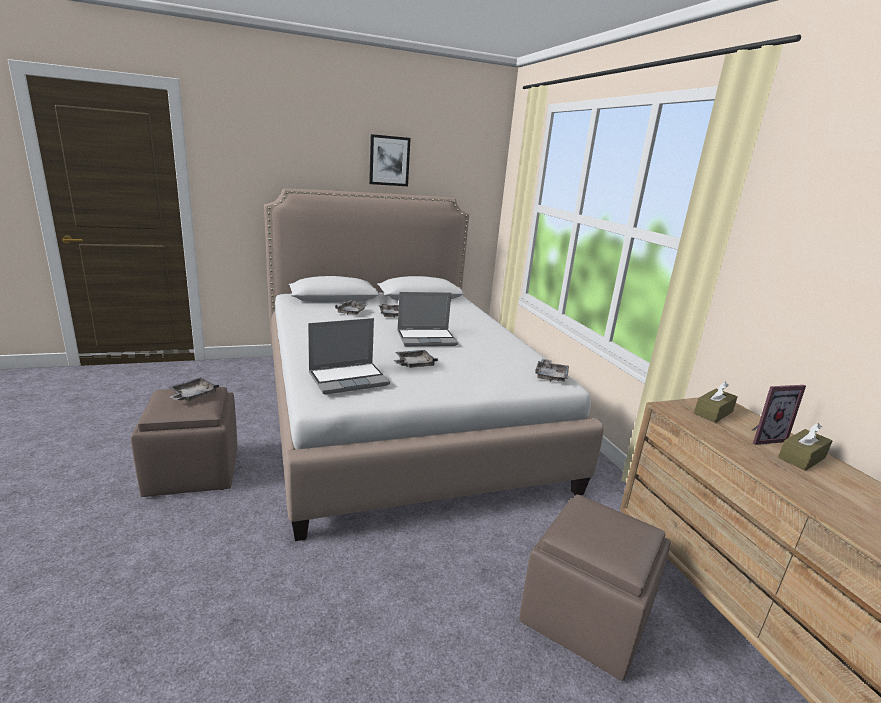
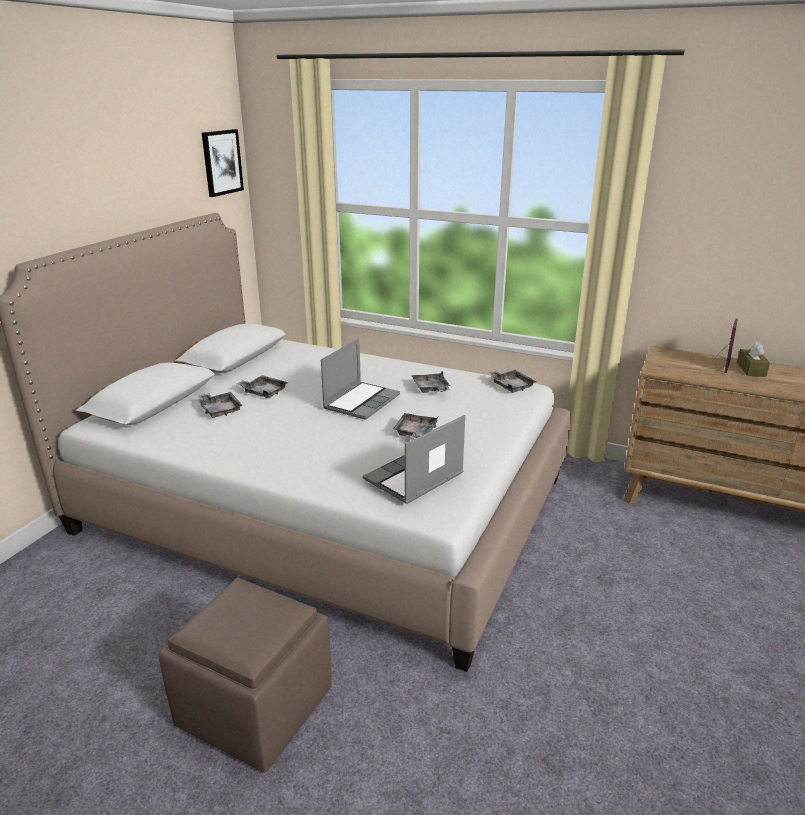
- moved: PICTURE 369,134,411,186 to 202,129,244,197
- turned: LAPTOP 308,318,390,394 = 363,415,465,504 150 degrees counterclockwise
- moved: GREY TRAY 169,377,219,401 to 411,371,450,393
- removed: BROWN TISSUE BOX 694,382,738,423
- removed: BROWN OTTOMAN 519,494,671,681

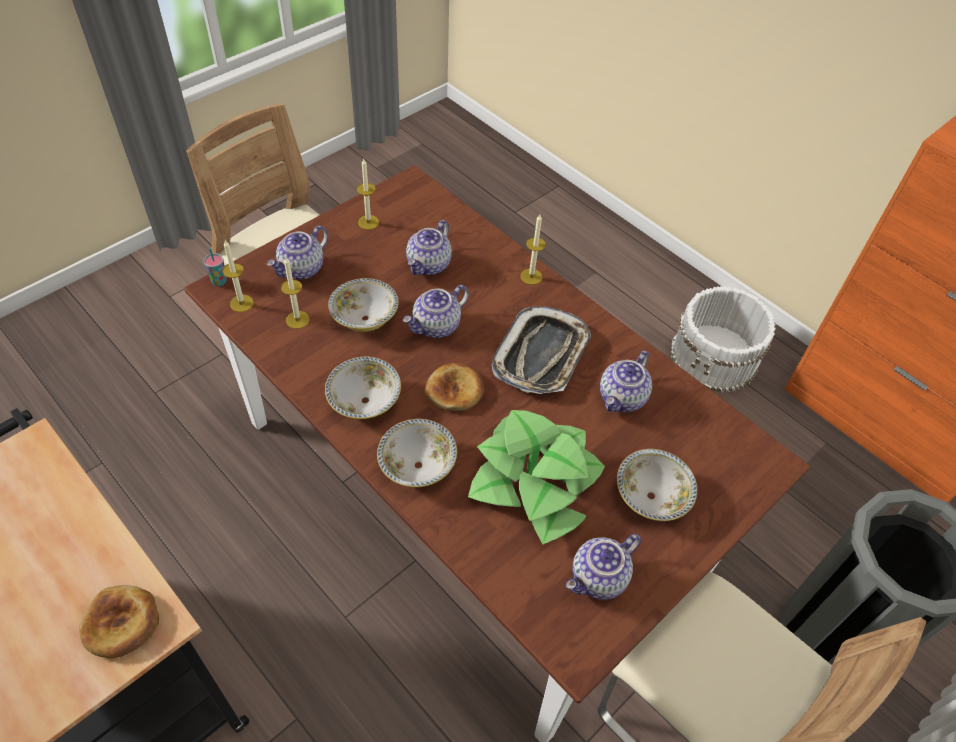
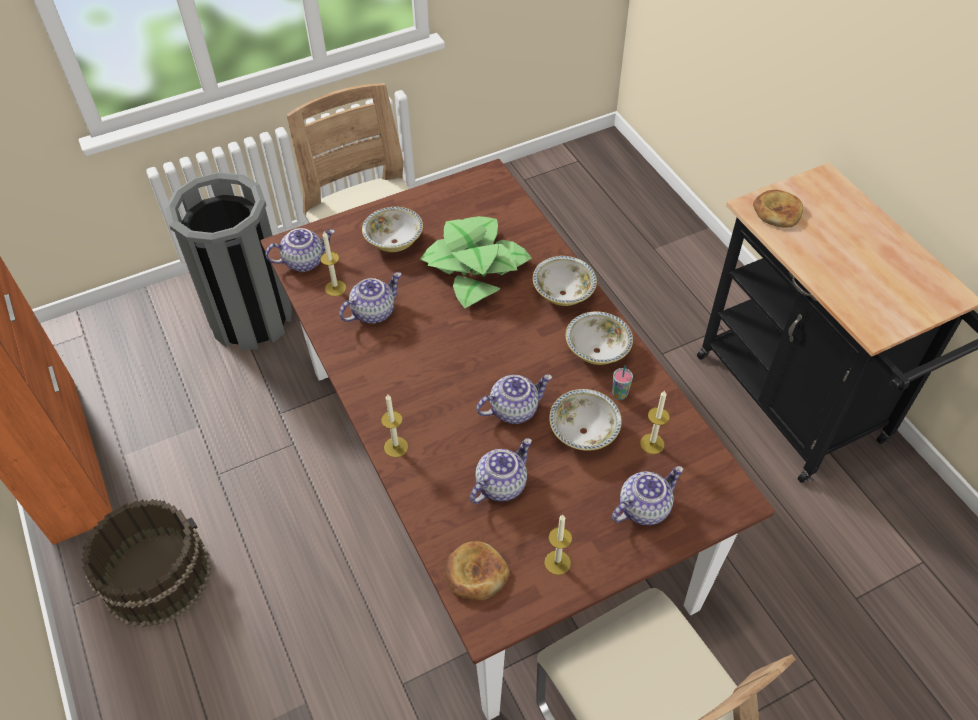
- moved: CANDLE 223,240,254,312 to 320,231,346,296
- moved: CUP 204,248,227,286 to 612,365,633,400
- recoloured: WHITE BUCKET 670,286,776,393 to BROWN BUCKET 81,499,211,628
- removed: TRAY 492,306,591,394
- moved: BREAD 424,363,484,411 to 445,541,510,601
- moved: TEAPOT 566,534,641,600 to 266,228,335,272

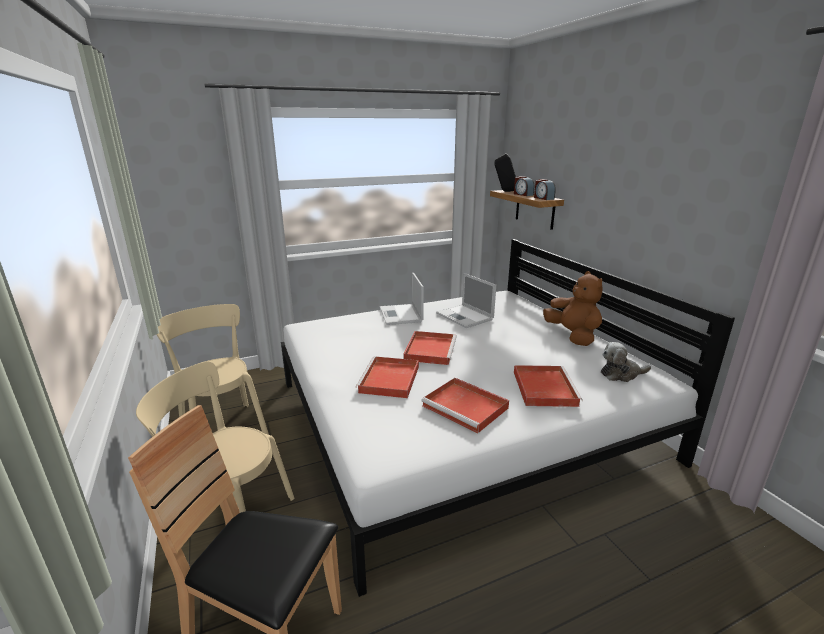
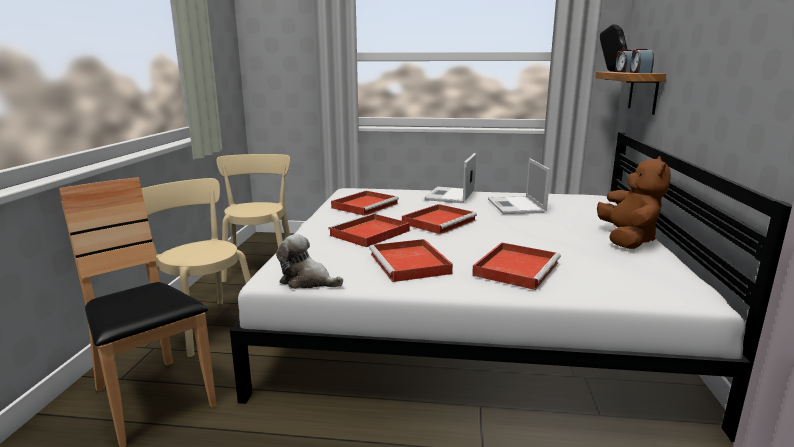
- moved: PLUSH TOY 601,342,651,382 to 276,234,343,289
- added: RED TRAY 331,191,399,216

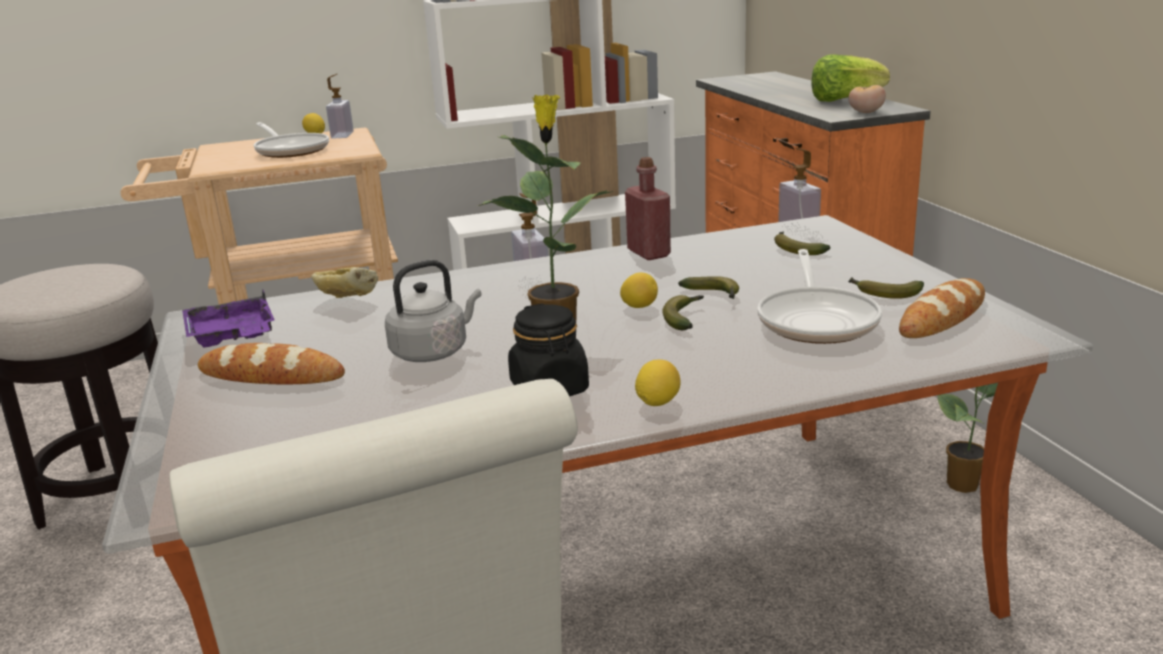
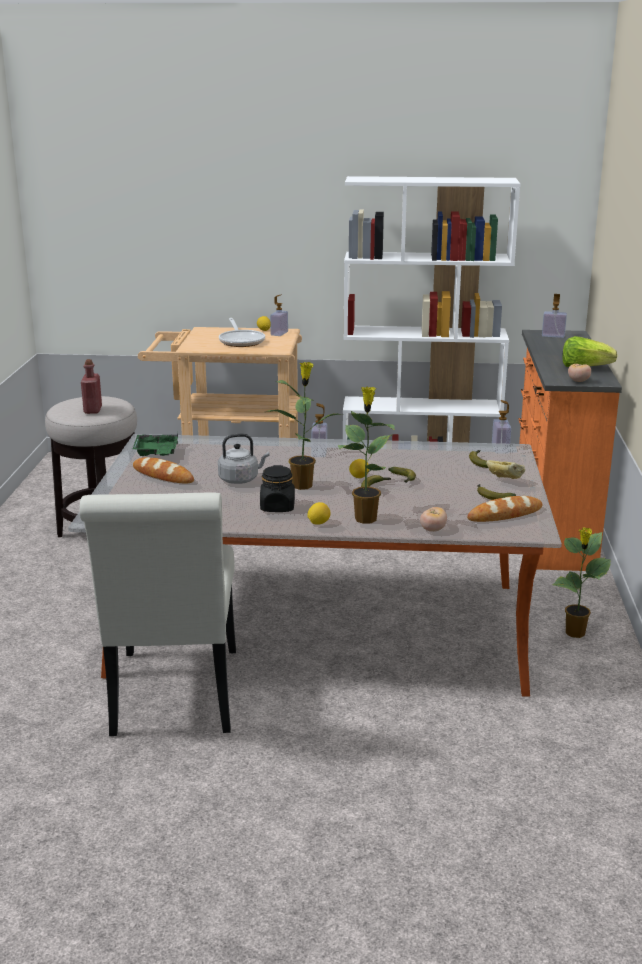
- moved: RED BOTTLE 625,157,671,260 to 81,359,102,414
- removed: FRYING PAN 757,249,882,344
- moved: BREAD 311,267,378,298 to 486,460,525,479
- recoloured: PURPLE TRAY 182,289,275,347 to GREEN TRAY 133,432,178,456
- added: SOAP DISPENSER 542,294,567,338
- added: POTTED PLANT 338,386,395,524
- added: TOMATO 420,507,447,532

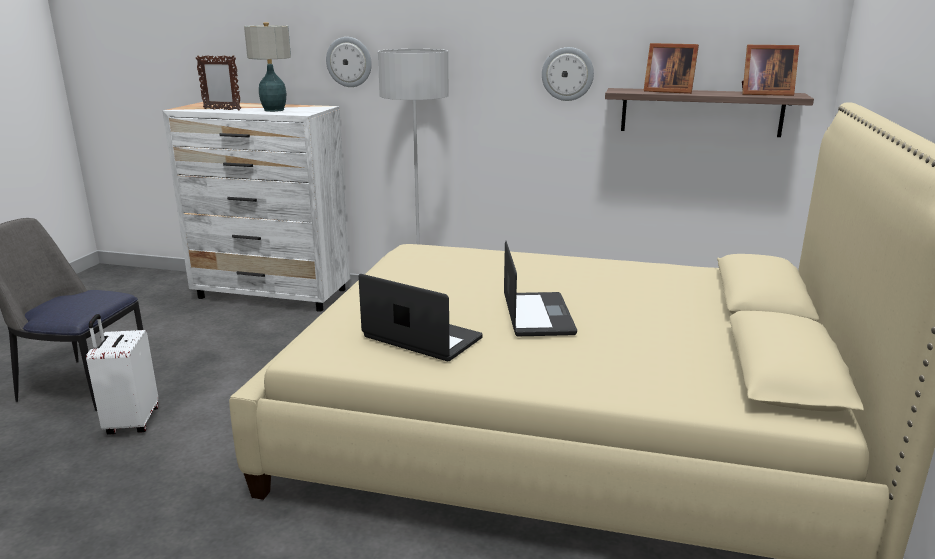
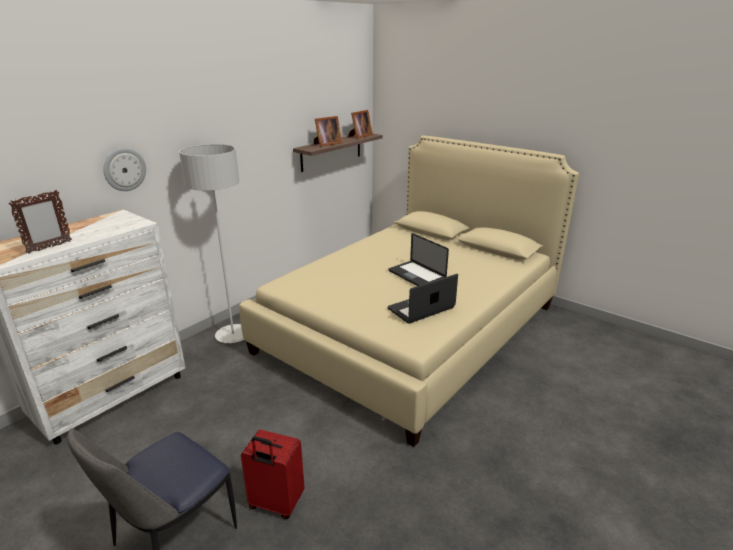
- removed: TABLE LAMP 244,23,291,112
- removed: WALL CLOCK 542,47,594,101
- turned: LAPTOP 504,241,577,336 = 388,233,449,286 150 degrees counterclockwise
- recoloured: WHITE SUITCASE 86,314,158,435 to RED SUITCASE 241,430,304,519

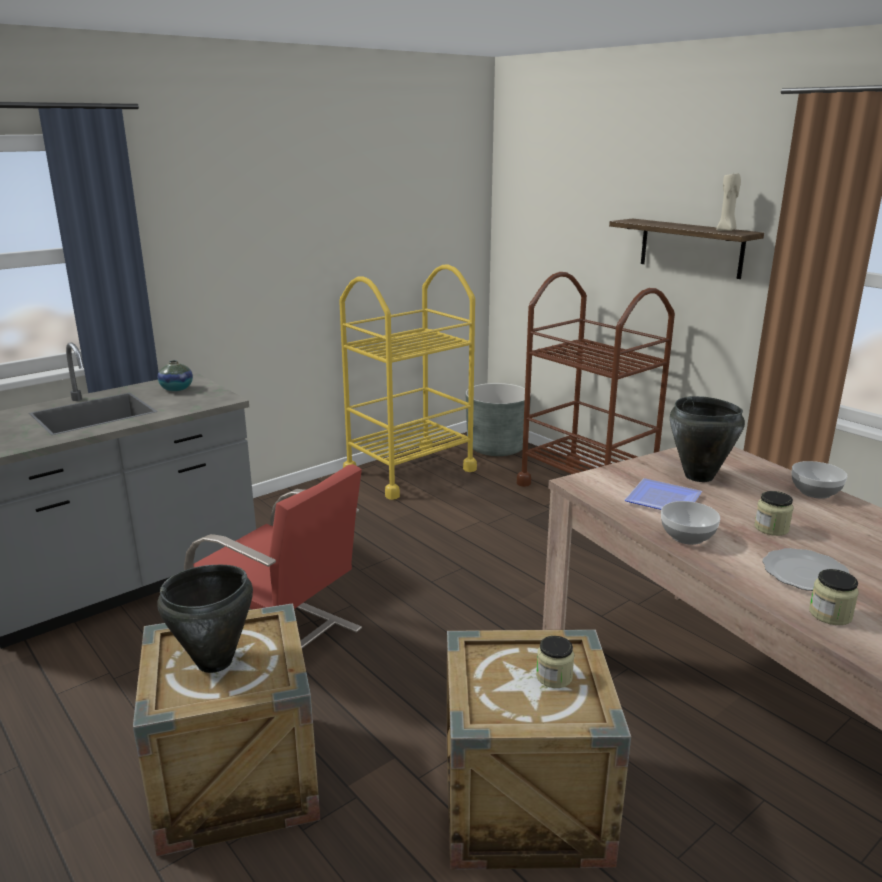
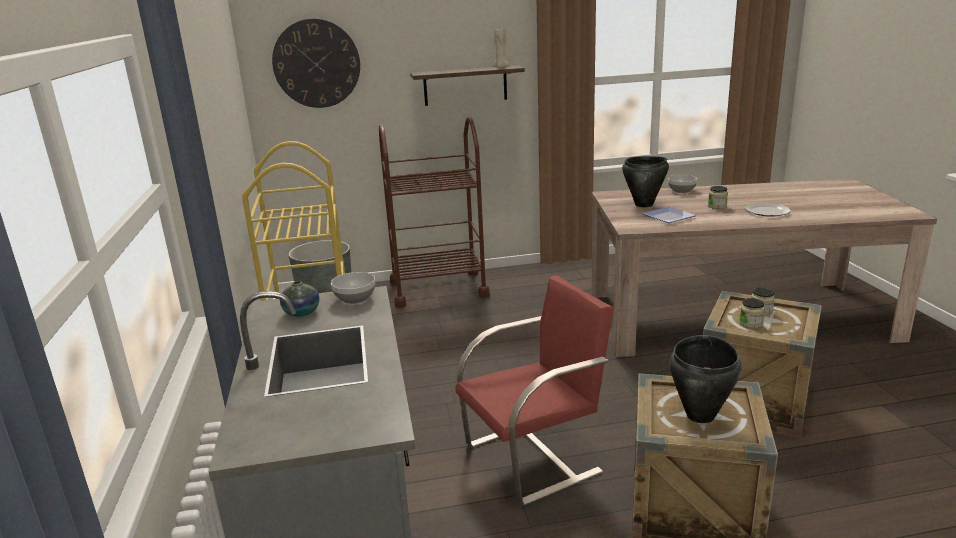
- moved: BOWL 661,501,720,545 to 331,272,375,304
- moved: JAR 809,569,859,625 to 739,298,765,328
- added: WALL CLOCK 272,19,360,108

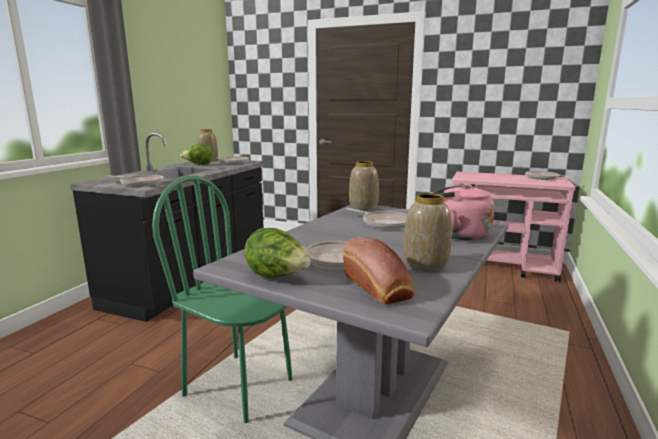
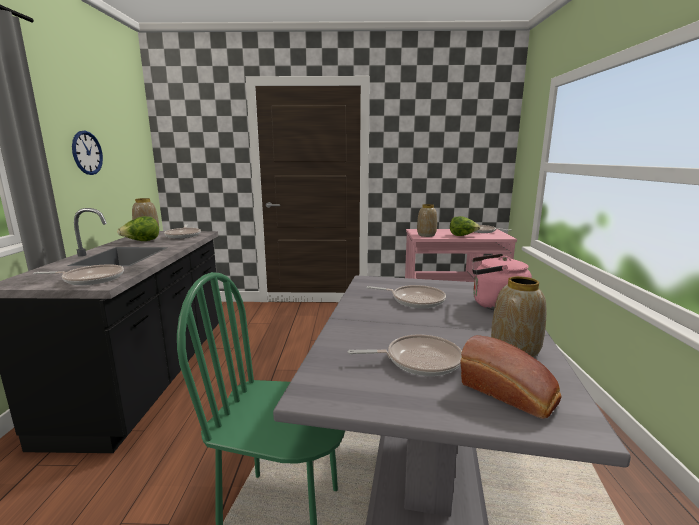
- moved: VASE 349,161,379,211 to 417,204,437,237
- moved: LETTUCE 244,228,311,278 to 450,216,480,236
- added: WALL CLOCK 72,131,103,175

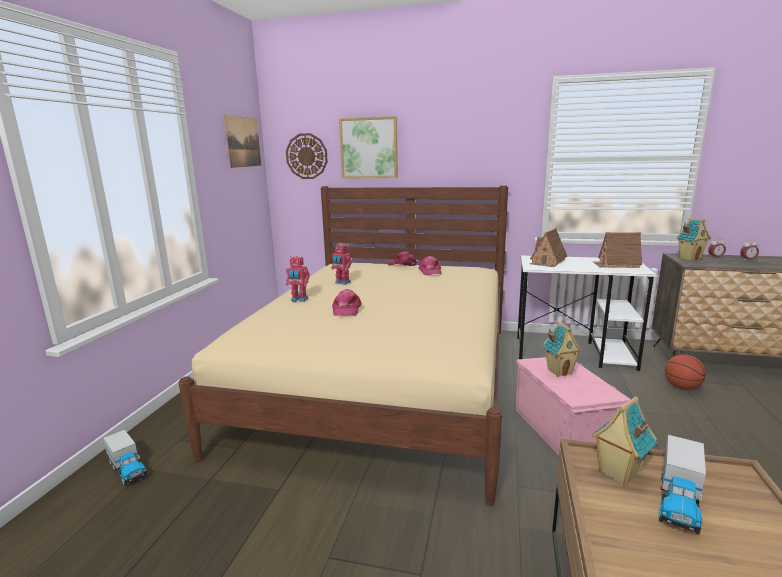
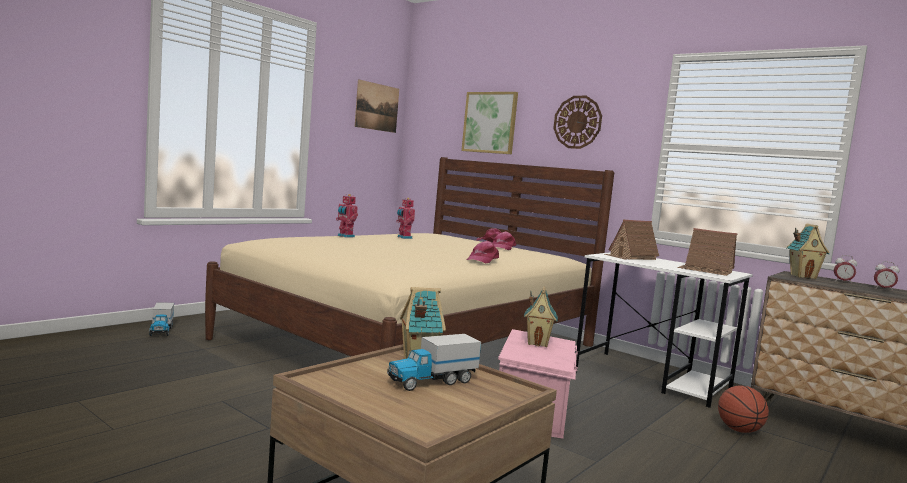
- moved: WALL CLOCK 286,133,328,179 to 553,96,602,149
- moved: PINK CAP 332,289,362,316 to 467,241,499,263

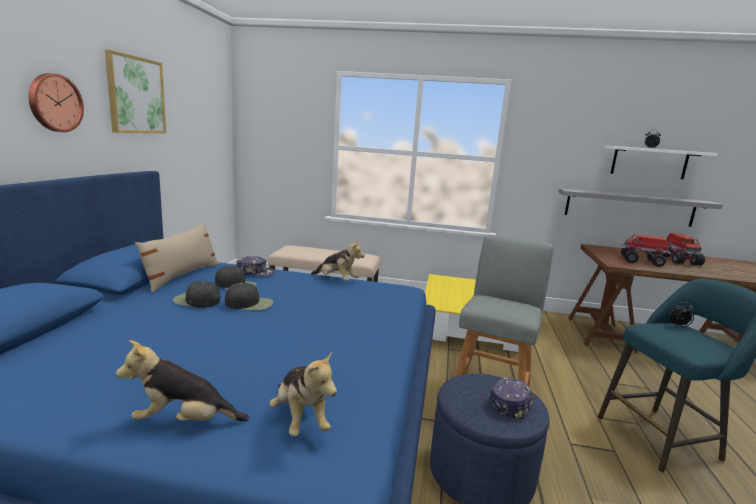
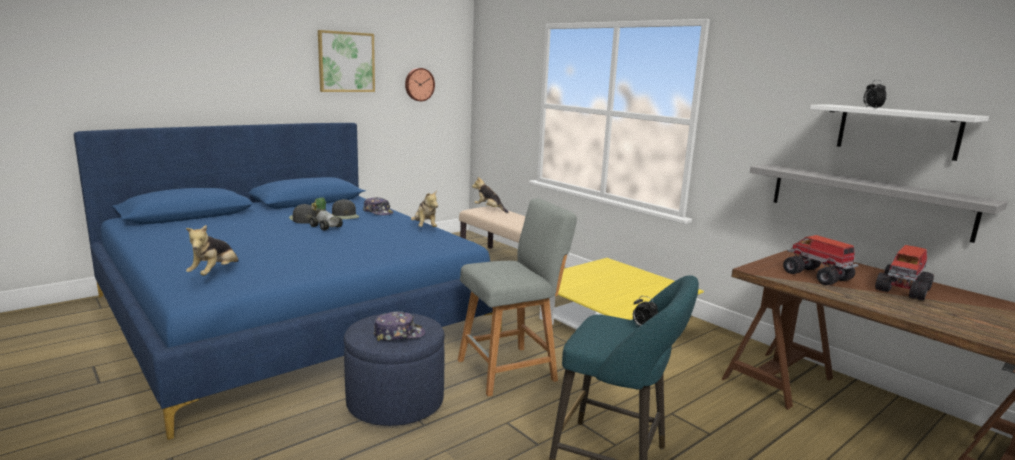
- moved: WALL CLOCK 28,73,84,132 to 405,68,435,101
- removed: BEIGE PILLOW 135,223,219,293
- replaced: BLACK CAP 225,283,273,310 to TOY CAR 309,198,343,230
- moved: PLUSH TOY 116,340,249,421 to 472,177,509,213

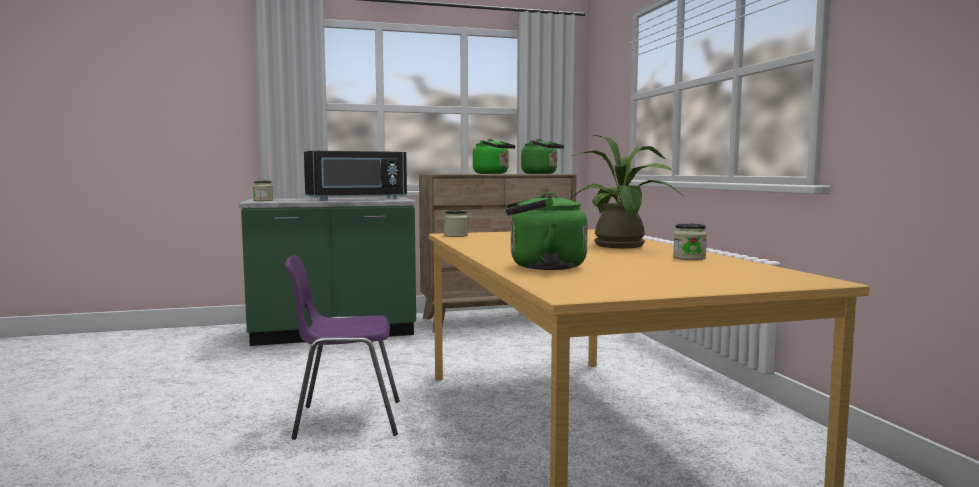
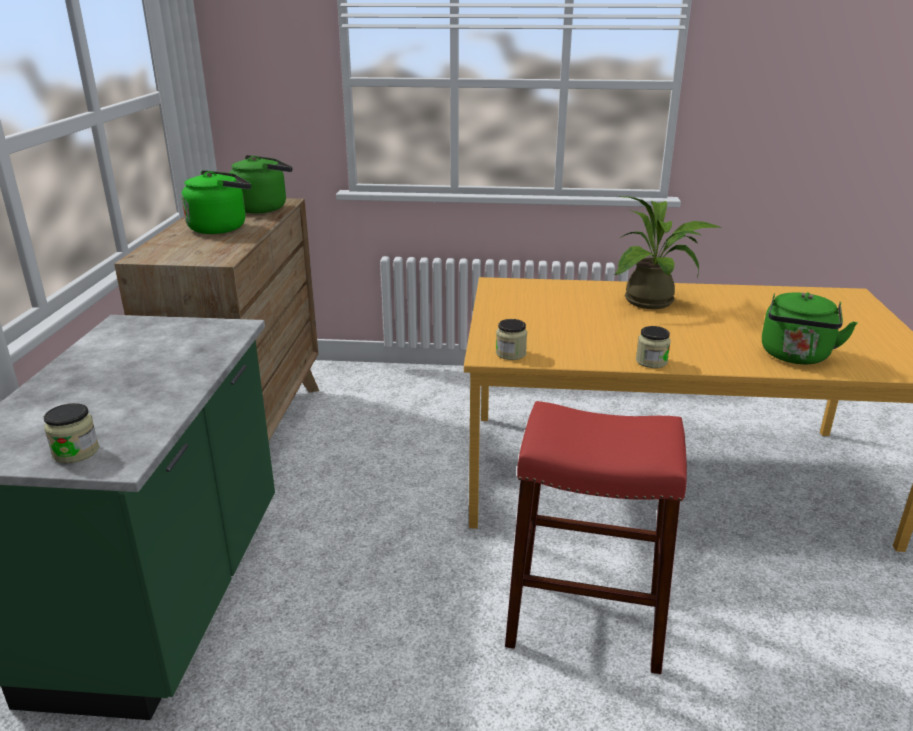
- removed: BLACK MICROWAVE 304,151,407,200
- moved: JAR 673,223,707,260 to 636,326,671,368
- replaced: PURPLE CHAIR 285,256,400,440 to RED STOOL 505,401,687,674

